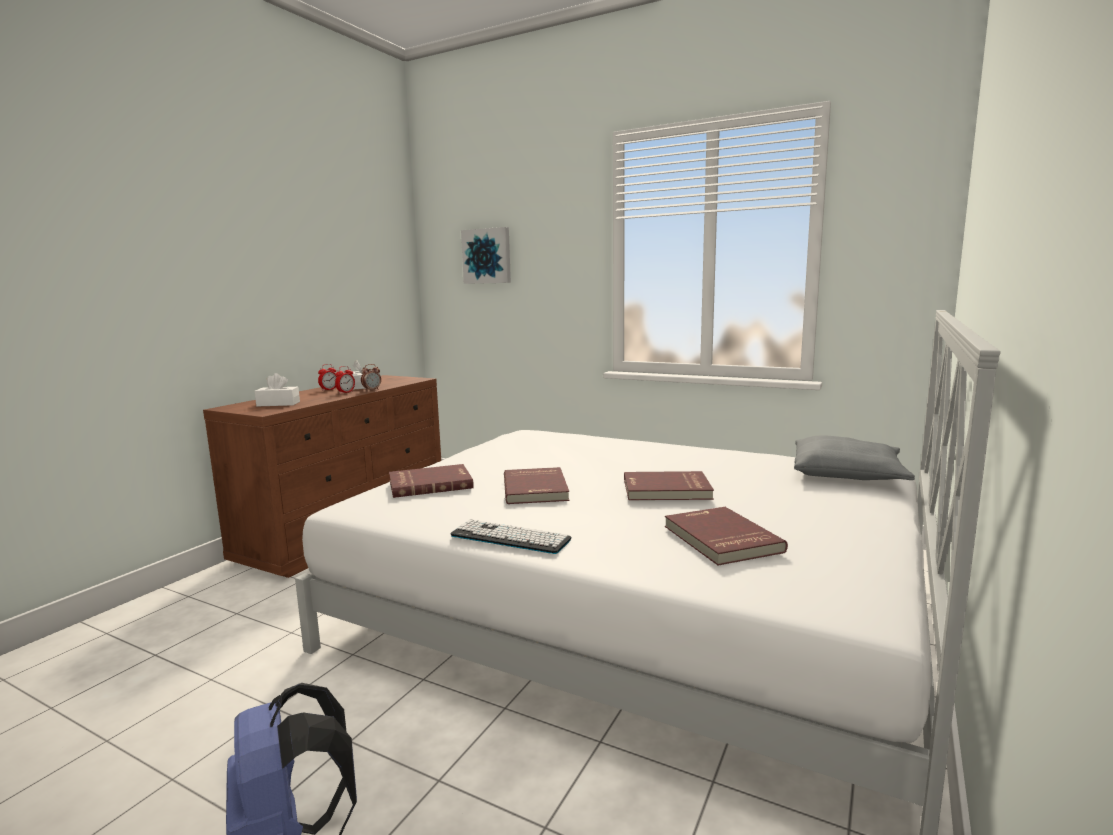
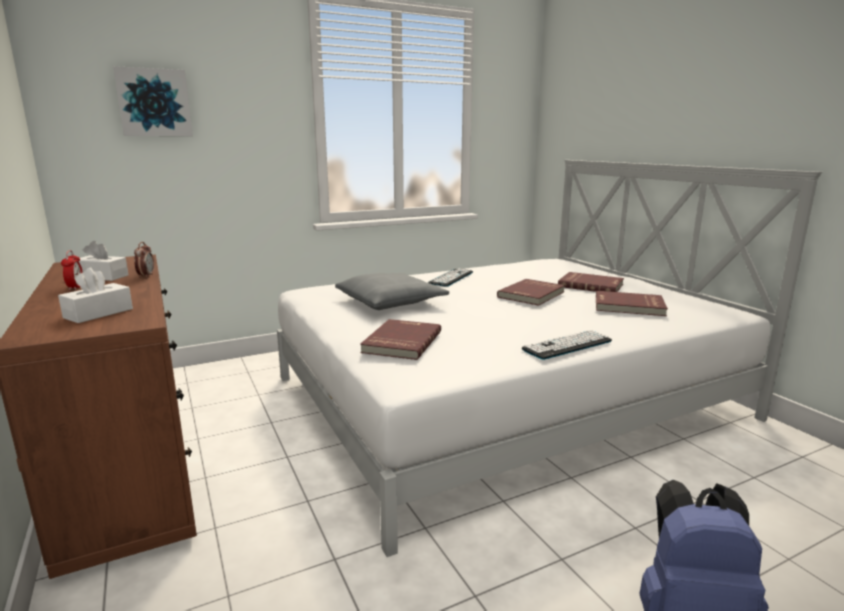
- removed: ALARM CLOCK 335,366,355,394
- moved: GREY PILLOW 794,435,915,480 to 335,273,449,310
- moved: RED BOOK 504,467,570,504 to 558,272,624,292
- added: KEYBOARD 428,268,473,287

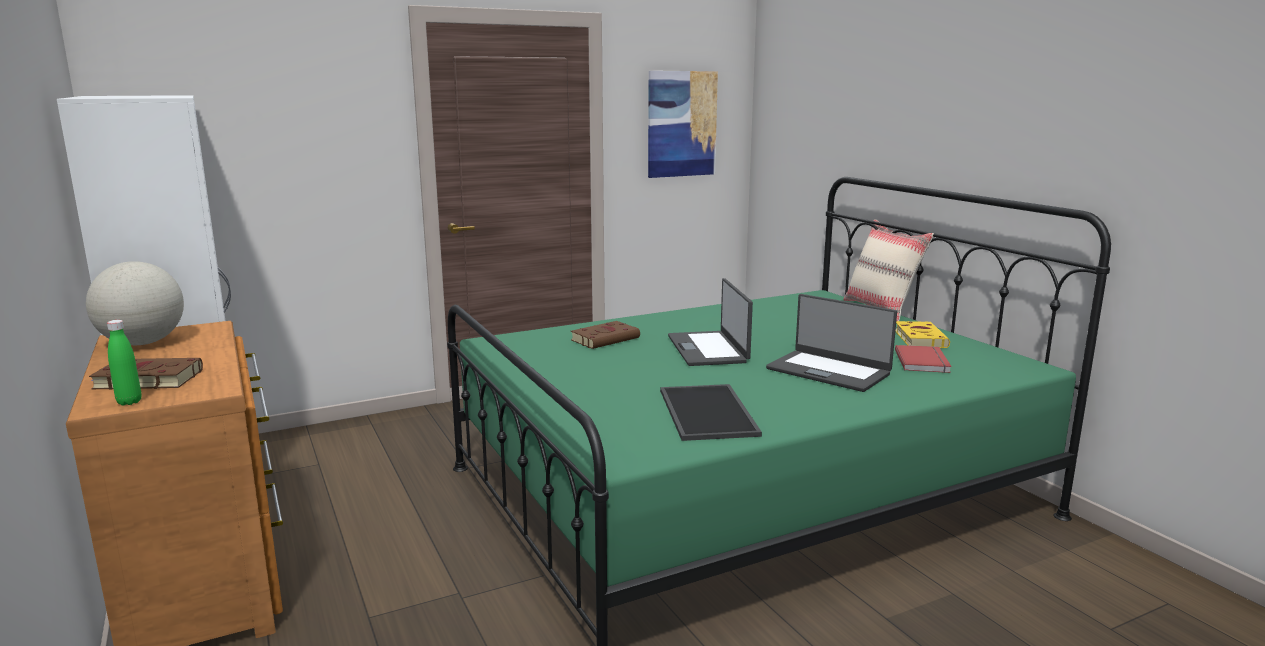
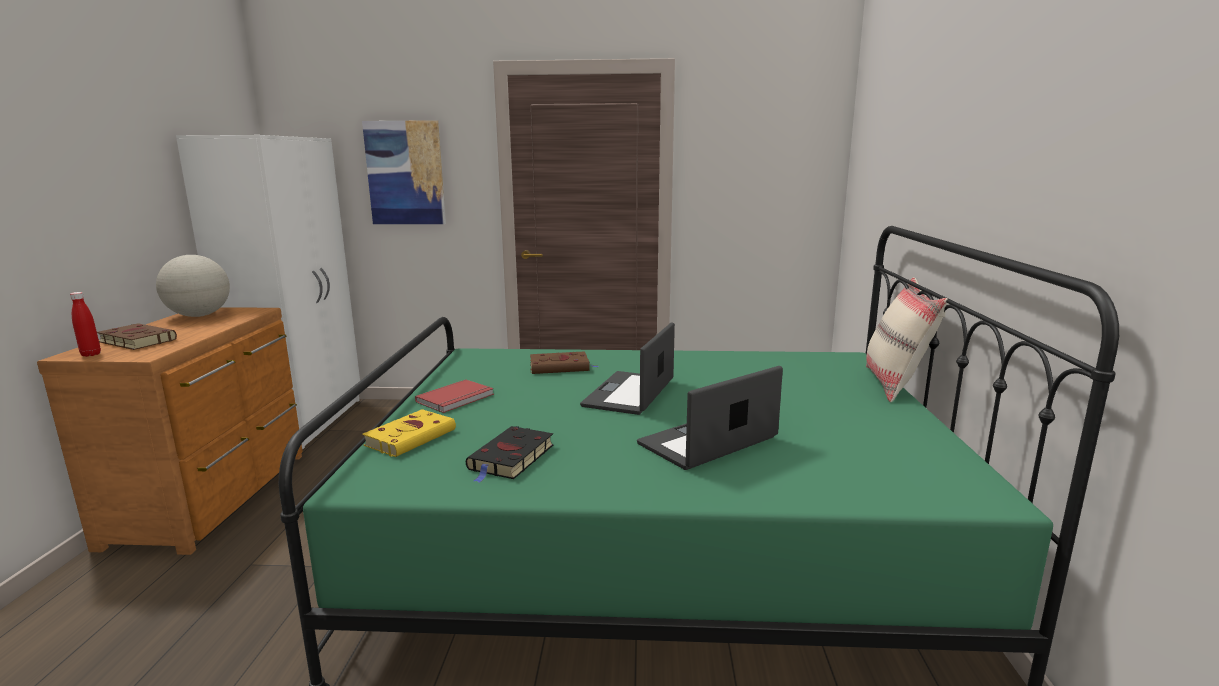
- moved: PICTURE 648,71,718,178 to 362,120,446,224
- turned: LAPTOP 766,294,897,392 = 637,366,783,470 75 degrees clockwise
- recoloured: GREEN BOTTLE 107,320,141,405 to RED BOTTLE 70,292,101,357
- moved: YELLOW BOOK 895,321,950,348 to 362,409,456,457
- moved: RED BOOK 895,345,952,373 to 415,380,494,413
- replaced: TRAY 660,384,762,441 to BLACK BOOK 466,426,554,483

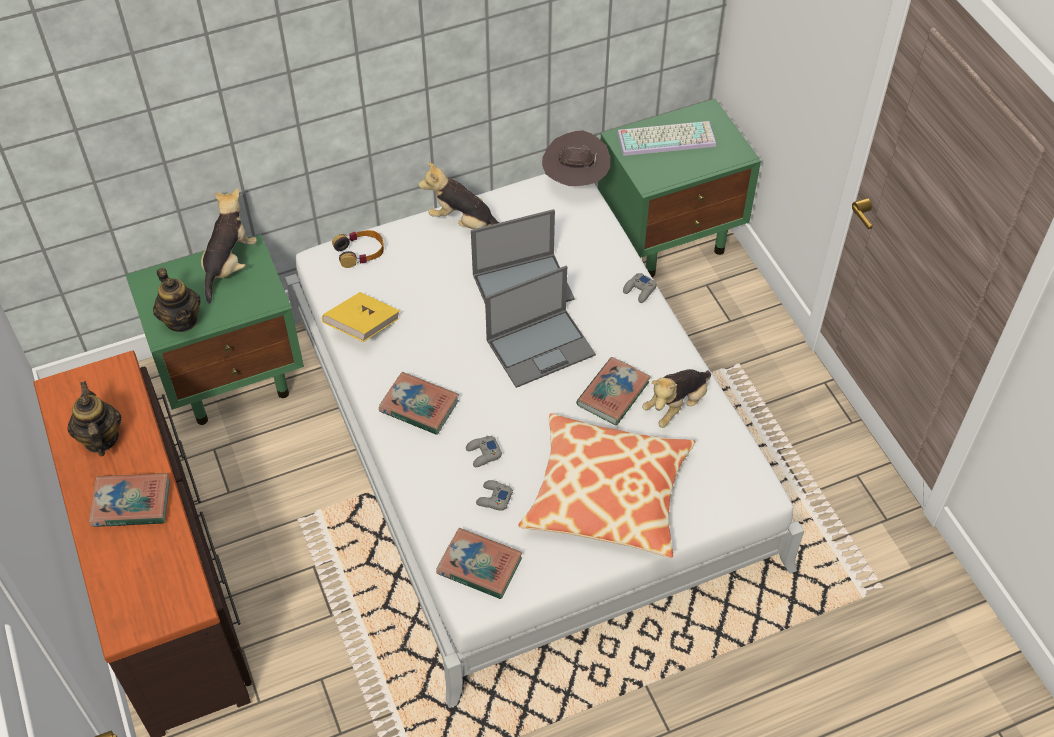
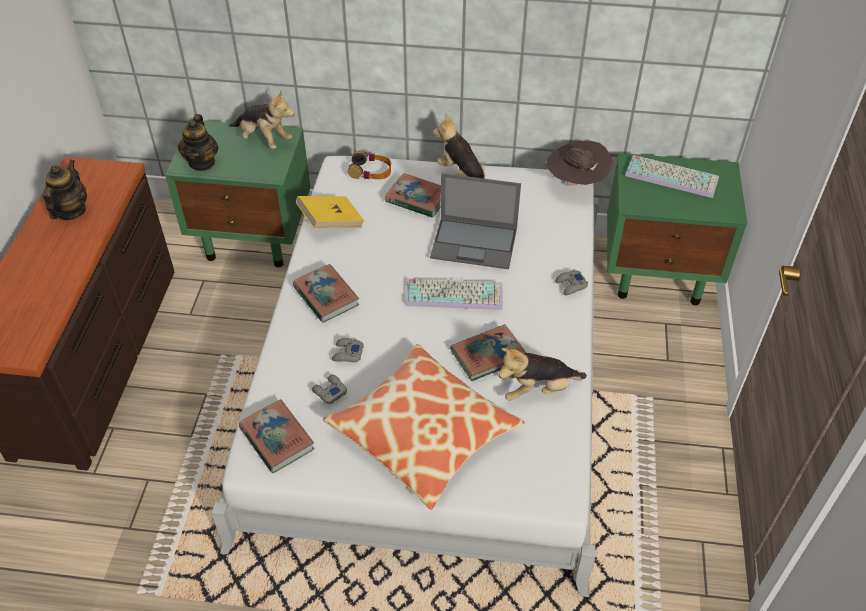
- turned: PLUSH TOY 201,188,257,303 = 229,90,295,149 75 degrees clockwise
- replaced: LAPTOP 485,266,596,388 to KEYBOARD 405,278,503,310
- moved: BOOK 89,473,170,527 to 385,173,441,218

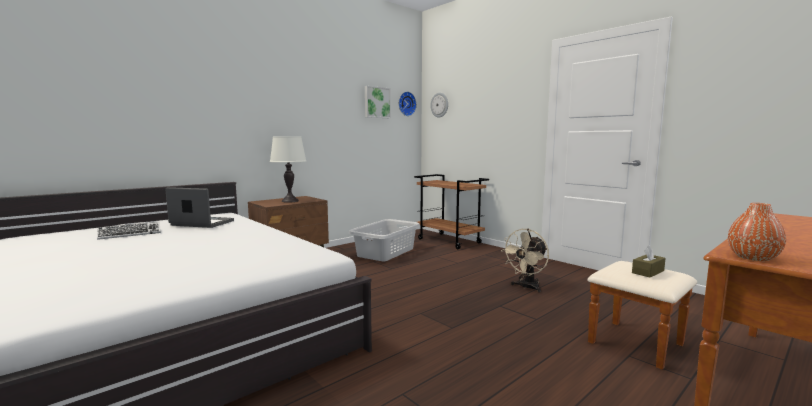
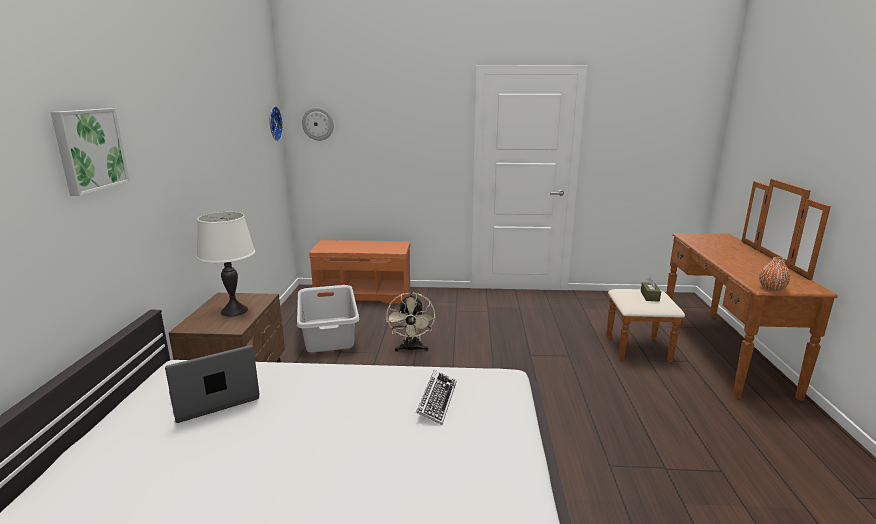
- moved: PICTURE 365,86,391,118 to 50,109,130,196
- replaced: BROWN CART 414,174,489,249 to ORANGE BENCH 309,240,410,304
- moved: KEYBOARD 97,222,161,240 to 416,370,457,425
- moved: BEIGE FAN 501,229,549,293 to 386,292,435,353

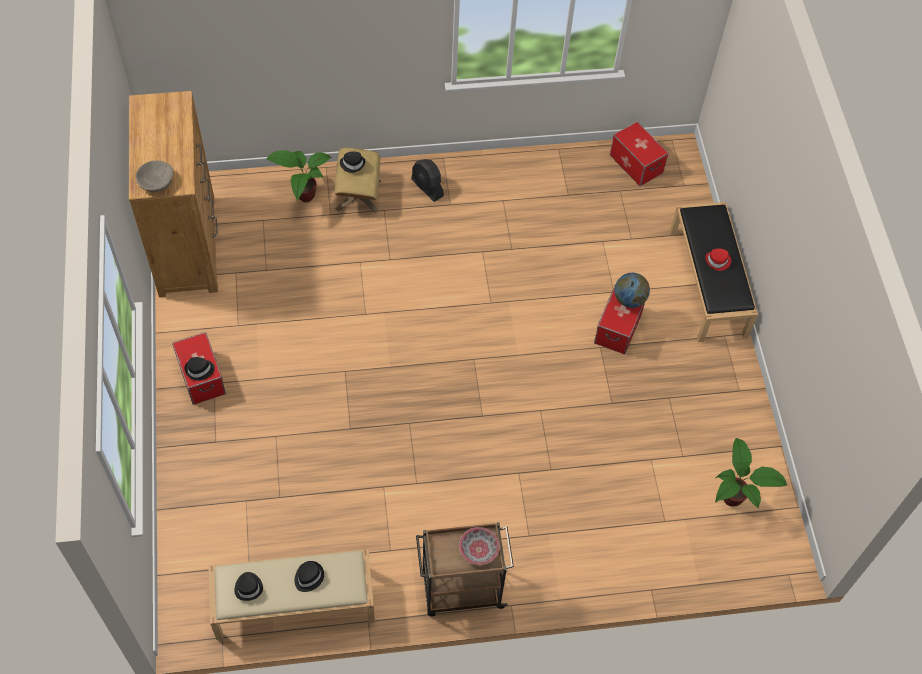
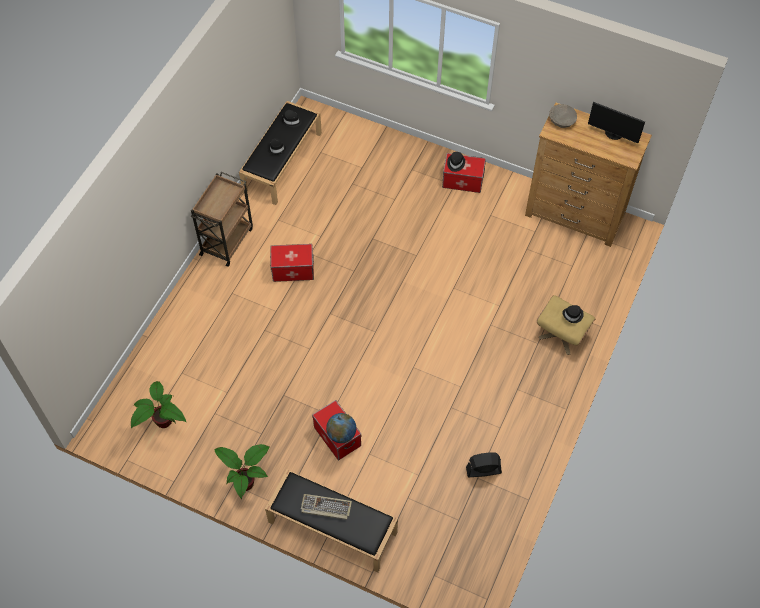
- moved: STORAGE BOX 610,121,669,186 to 270,244,314,282
- moved: POTTED PLANT 267,150,332,202 to 214,444,269,499
- moved: BLACK FAN 411,159,444,202 to 466,452,502,477
- replaced: RED HAT 705,249,731,271 to KEYBOARD 301,494,352,520
- removed: BOWL 459,527,499,565
- recoloured: BEIGE BENCH 208,549,375,640 to BLACK BENCH 239,101,322,205
- added: MONITOR 588,102,645,143

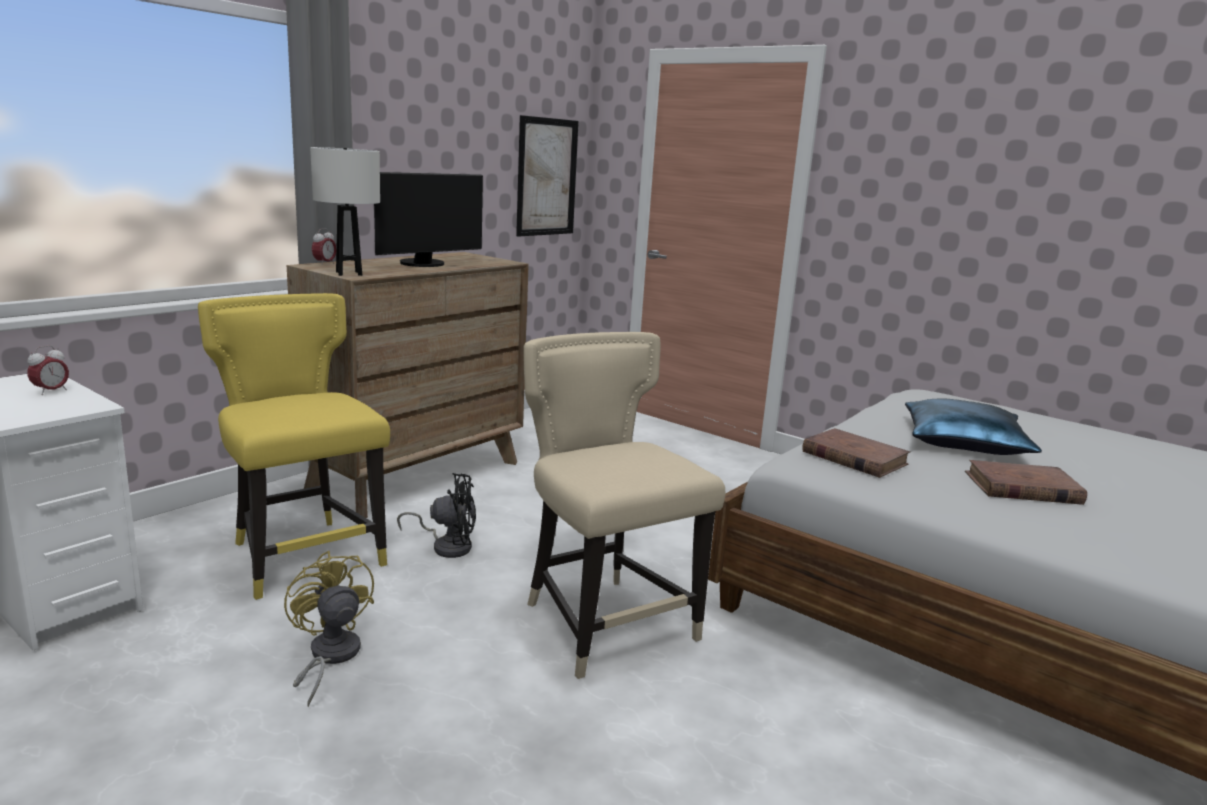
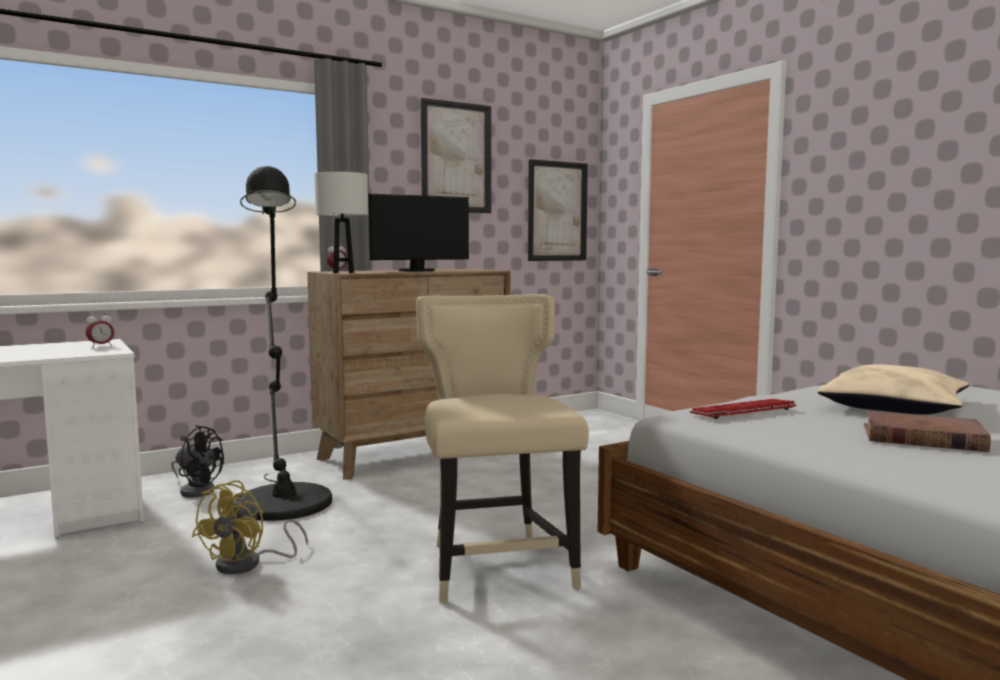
- replaced: YELLOW CHAIR 198,293,390,600 to BLACK FLOOR LAMP 236,166,332,521
- recoloured: BLUE PILLOW 905,399,1042,455 to BEIGE PILLOW 818,364,969,415
- replaced: BROWN BOOK 802,428,910,478 to KEYBOARD 690,399,796,419
- moved: BLACK FAN 397,473,476,558 to 171,425,224,498
- turned: YELLOW FAN 284,551,374,707 = 192,480,308,574 150 degrees counterclockwise
- added: PICTURE 420,98,491,213

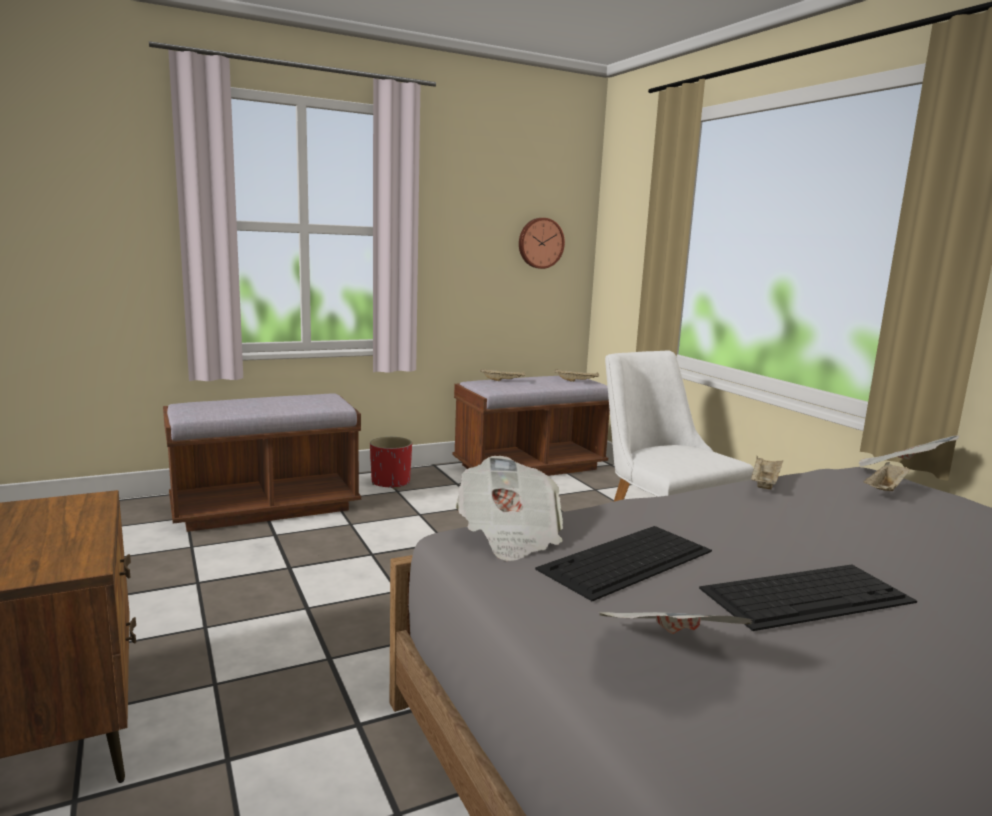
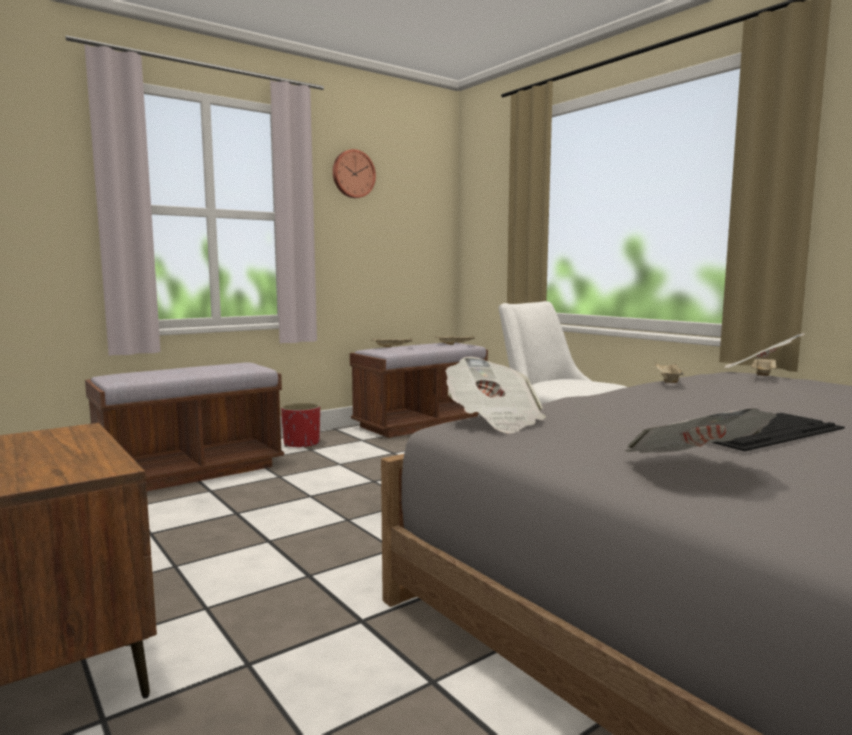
- moved: WALL CLOCK 519,218,565,269 to 333,149,376,198
- removed: KEYBOARD 535,526,712,602

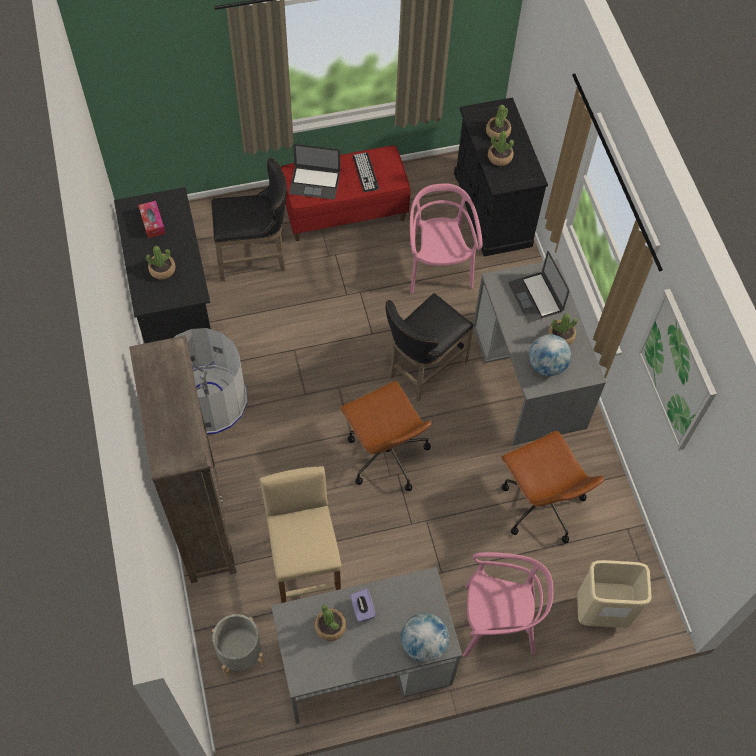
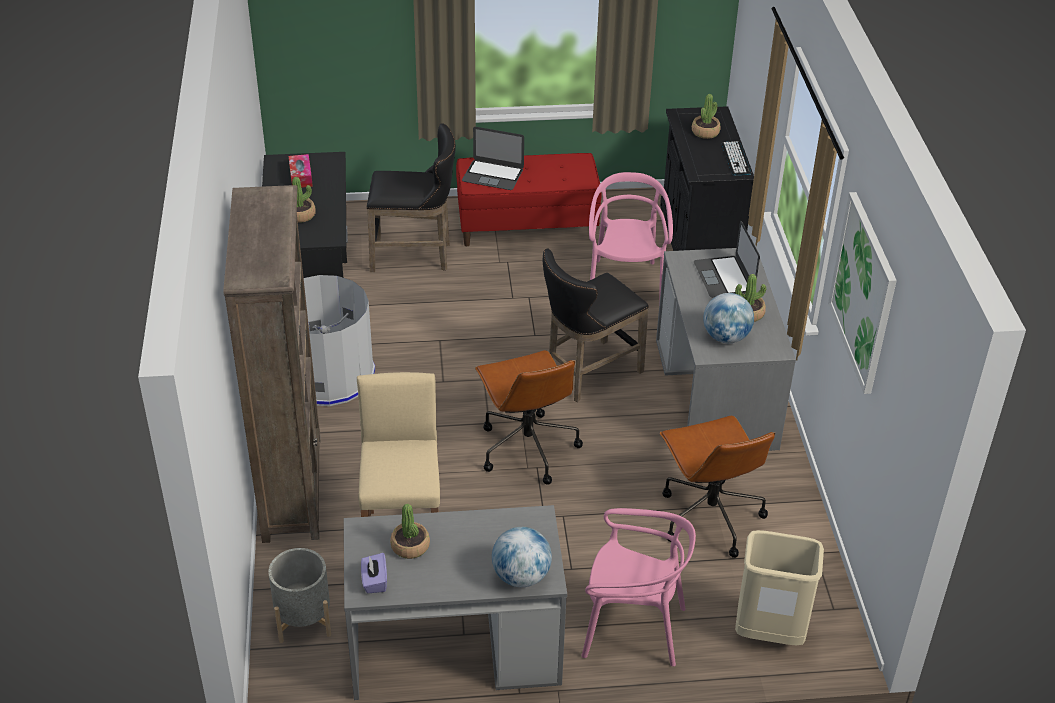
- removed: POTTED PLANT 488,131,514,166
- moved: KEYBOARD 353,152,379,192 to 722,141,751,175
- moved: PURPLE TISSUE BOX 350,588,376,622 to 361,553,387,593

